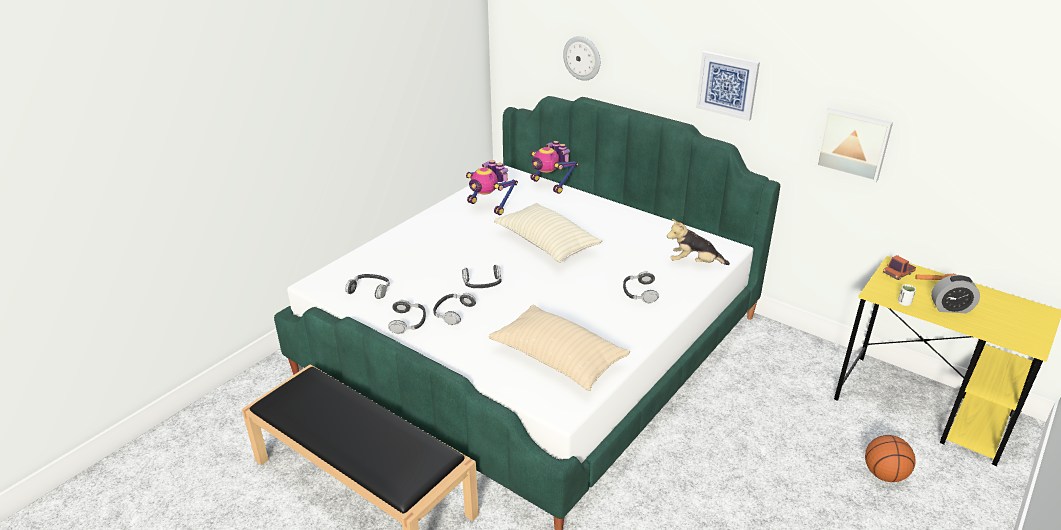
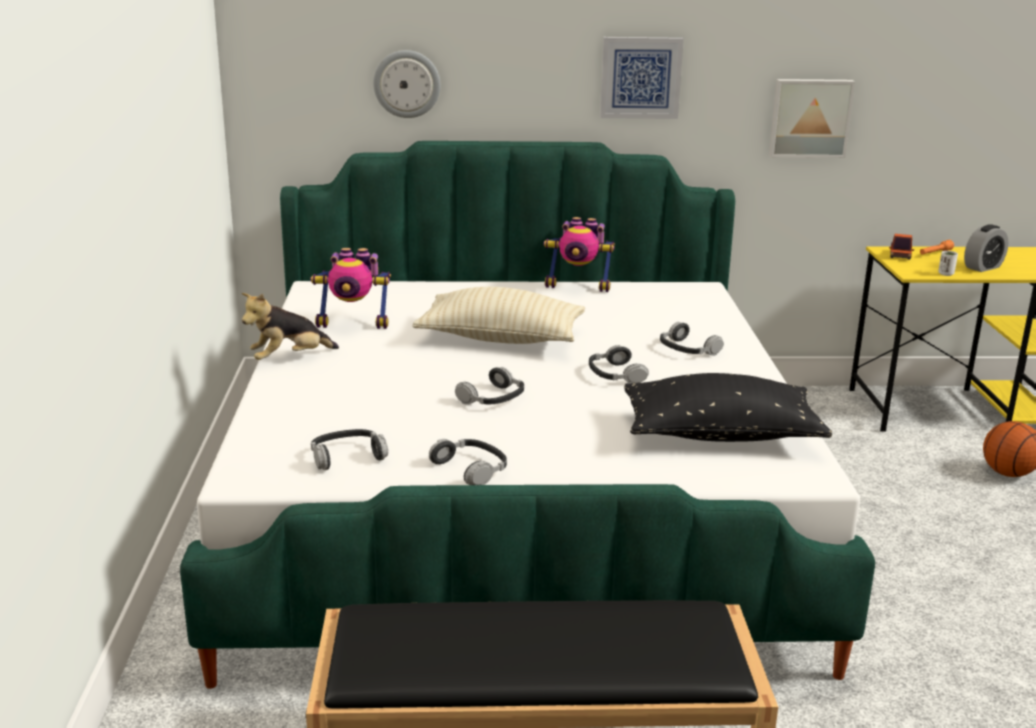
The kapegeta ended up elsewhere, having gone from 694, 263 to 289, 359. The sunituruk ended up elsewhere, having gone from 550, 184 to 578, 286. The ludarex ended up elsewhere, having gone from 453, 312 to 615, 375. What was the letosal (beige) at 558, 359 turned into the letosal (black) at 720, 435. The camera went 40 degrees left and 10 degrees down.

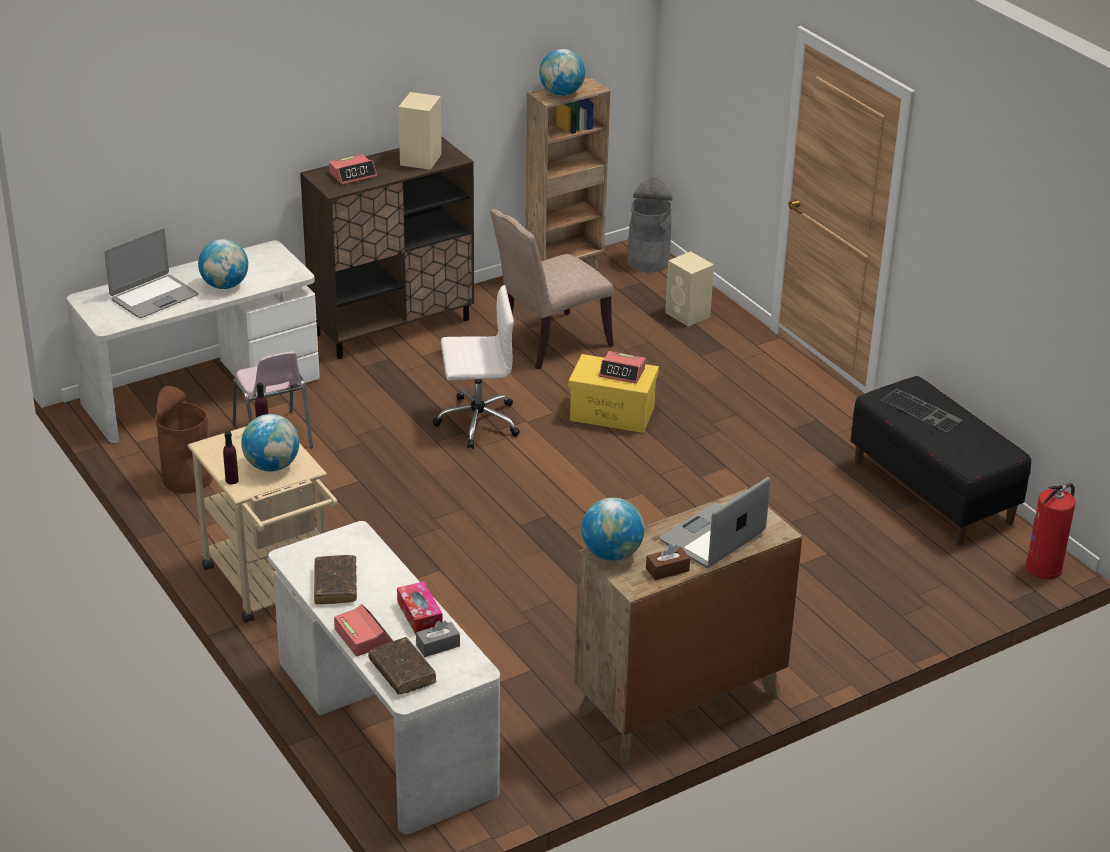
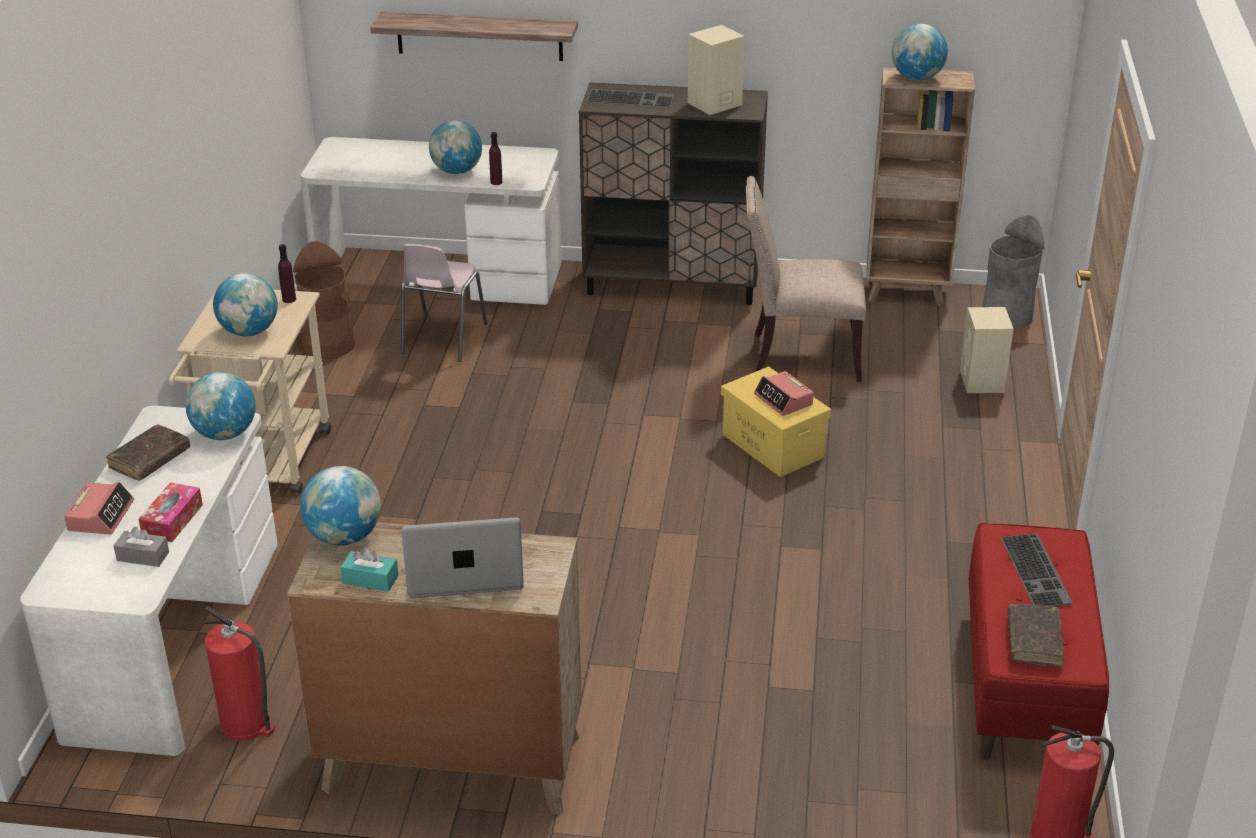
The second view gained the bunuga at 225, 434. The second view gained the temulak at 246, 724. What was the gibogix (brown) at 667, 570 turned into the gibogix (turquoise) at 370, 579. The second view gained the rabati at 479, 36. The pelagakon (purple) ended up elsewhere, having gone from 232, 480 to 496, 182. Where the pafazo stood at 353, 175, the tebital came to stand at 631, 98. What was the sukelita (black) at 933, 492 turned into the sukelita (red) at 1026, 683. The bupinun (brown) ended up elsewhere, having gone from 402, 672 to 1033, 641. The second view lost the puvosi at 154, 297. The second view lost the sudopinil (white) at 476, 422. The camera went 40 degrees right and 0 degrees up.

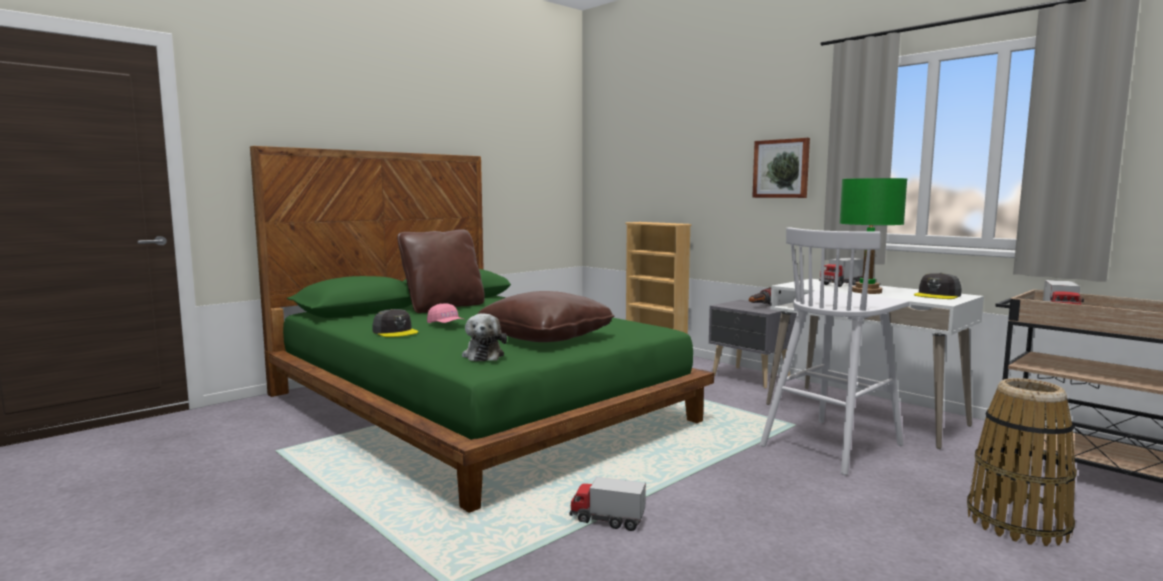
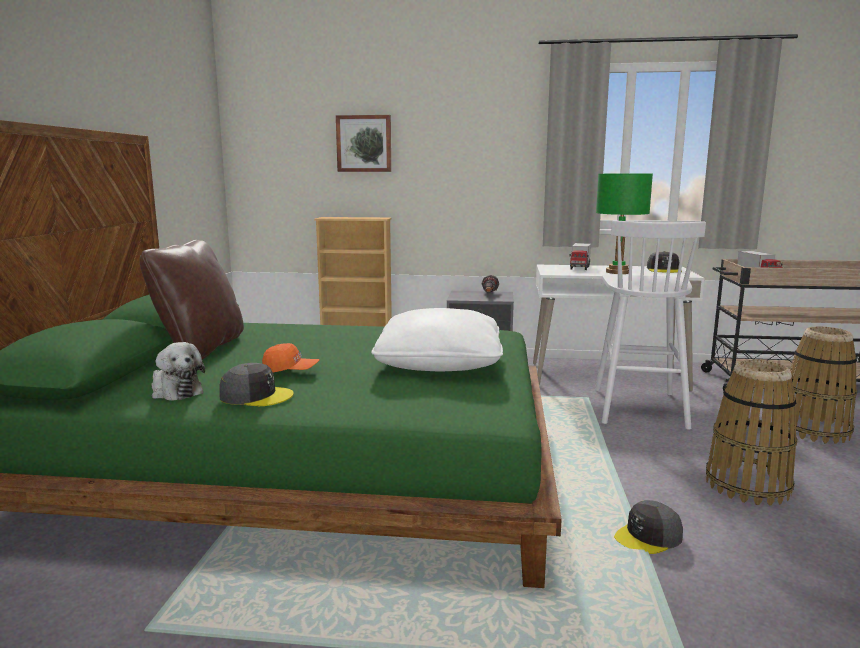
The kapegeta ended up elsewhere, having gone from 483, 355 to 175, 391. What was the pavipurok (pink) at 446, 324 turned into the pavipurok (orange) at 290, 371. The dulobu ended up elsewhere, having gone from 781, 168 to 364, 143. What was the letosal (brown) at 545, 337 turned into the letosal (white) at 440, 363. Where the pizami stood at 607, 520, the pavipurok (grey) came to stand at 648, 536. The second view gained the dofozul at 748, 485. The camera went 40 degrees left and 5 degrees up.

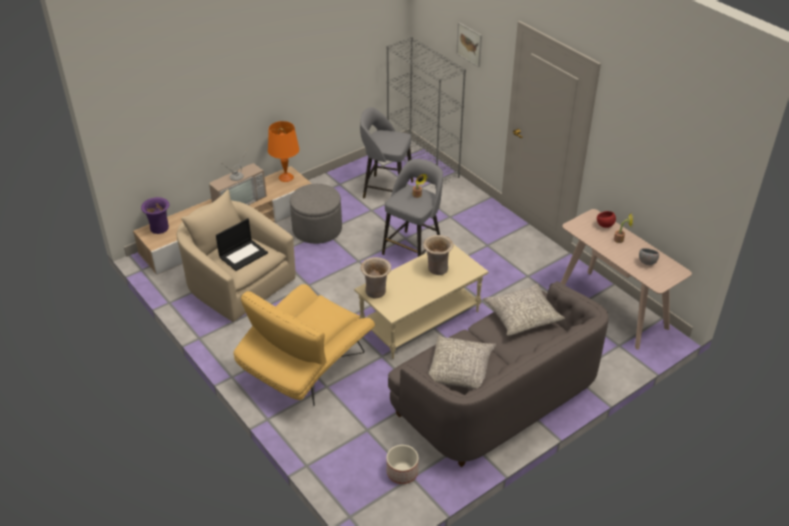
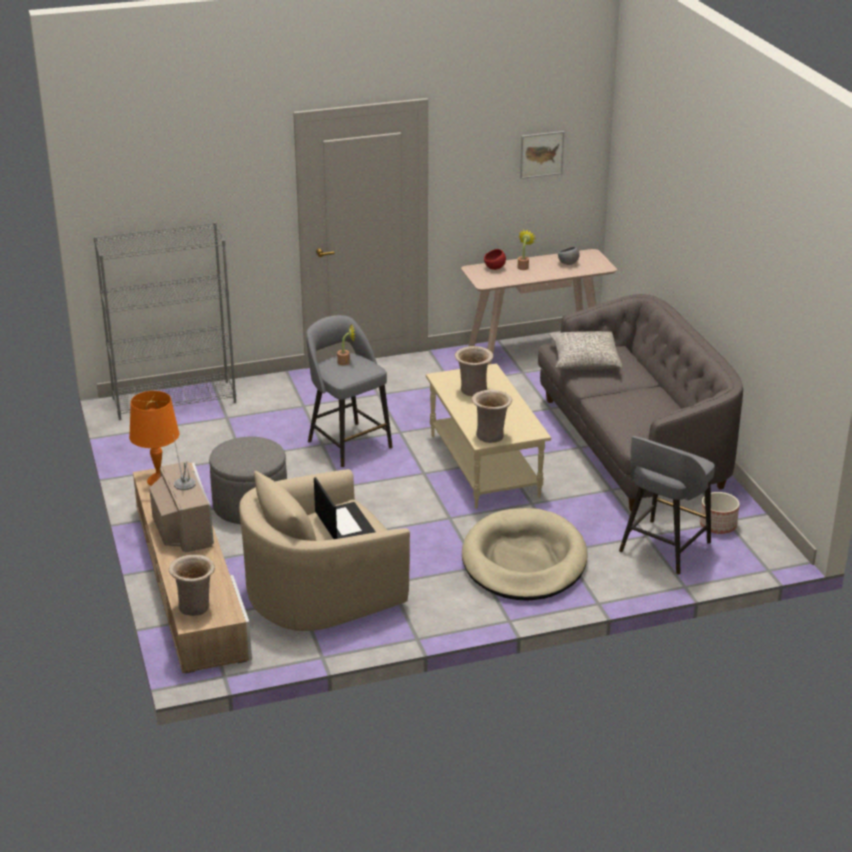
What was the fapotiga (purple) at 160, 229 turned into the fapotiga (beige) at 195, 606. Where the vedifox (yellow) stood at 305, 368, the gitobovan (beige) came to stand at 524, 561. The dulobu ended up elsewhere, having gone from 469, 44 to 541, 154. The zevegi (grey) ended up elsewhere, having gone from 386, 189 to 663, 548. The second view lost the letosal (grey) at 460, 370. The camera went 70 degrees left and 10 degrees down.

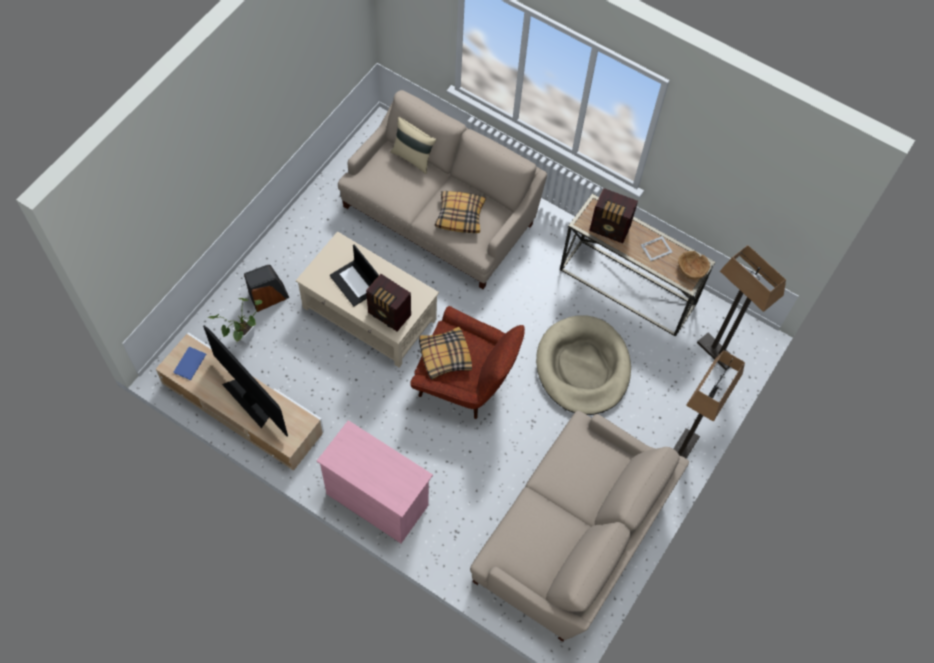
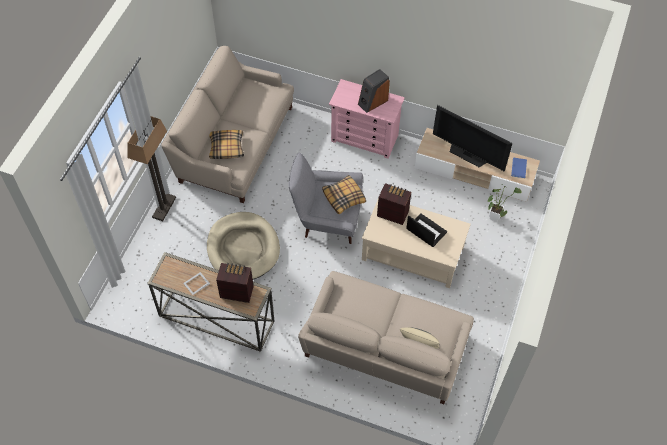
The letosal ended up elsewhere, having gone from 460, 215 to 226, 148. What was the vedifox (red) at 465, 383 turned into the vedifox (grey) at 327, 219. The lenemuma ended up elsewhere, having gone from 269, 297 to 372, 102. The second view lost the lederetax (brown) at 691, 269. The second view lost the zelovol at 716, 352. The camera went 170 degrees right and 5 degrees down.

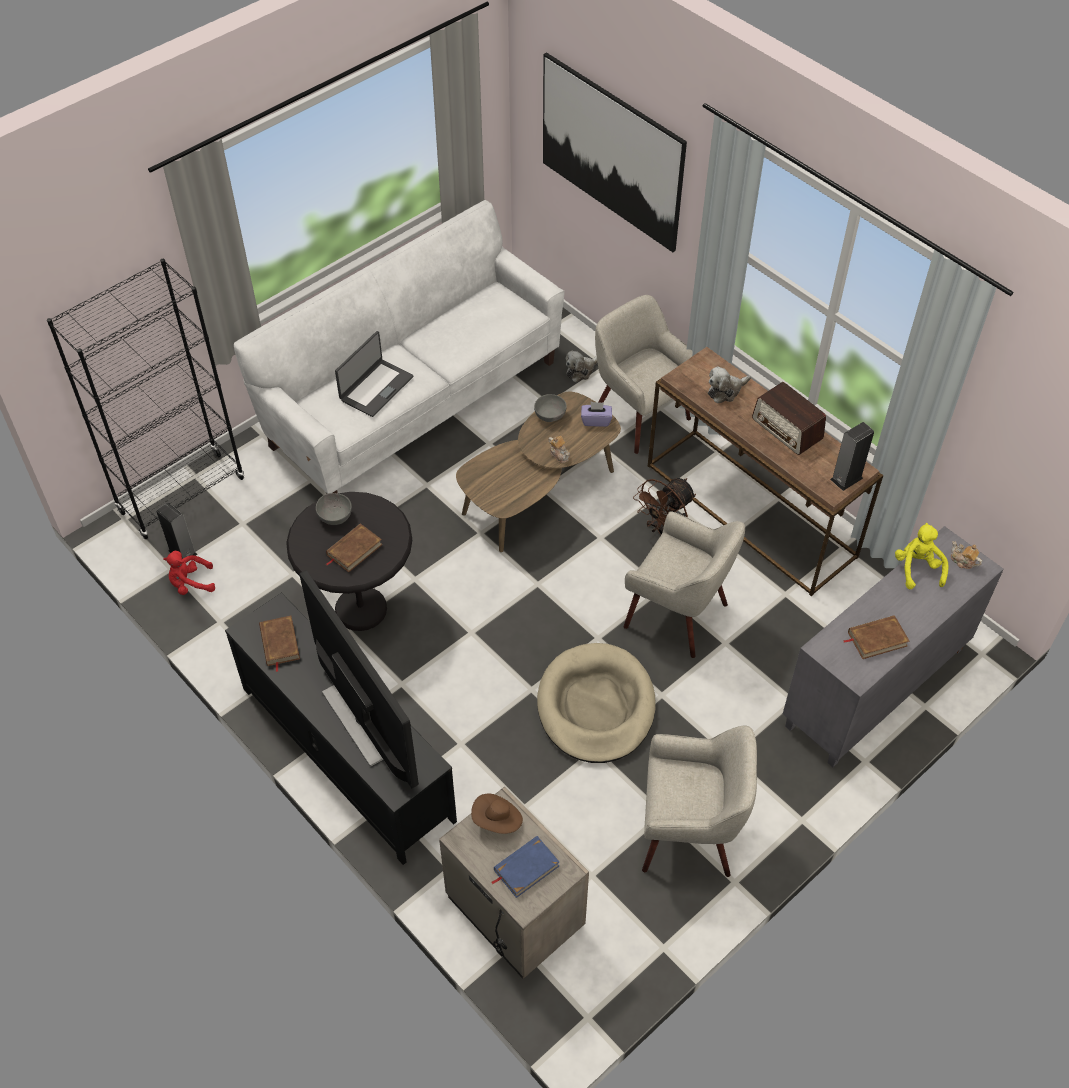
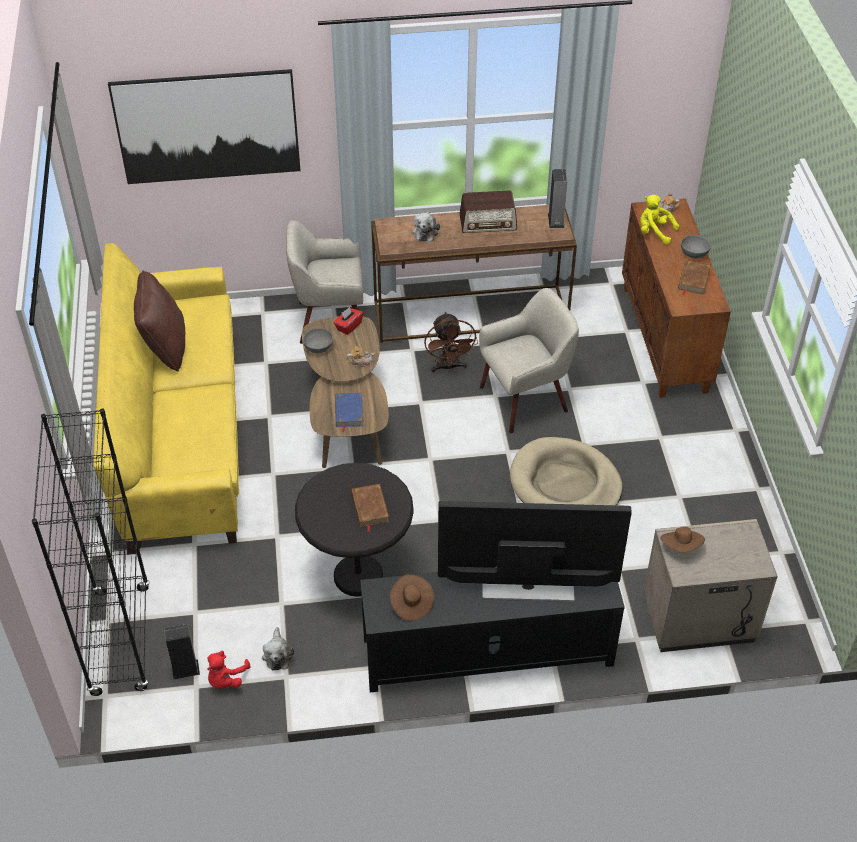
What was the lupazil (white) at 414, 403 turned into the lupazil (yellow) at 181, 439. The second view gained the letosal (brown) at 165, 347. The kapegeta ended up elsewhere, having gone from 581, 371 to 277, 654. What was the gibogix (purple) at 596, 420 turned into the gibogix (red) at 348, 326. The bupinun (blue) ended up elsewhere, having gone from 526, 868 to 348, 412. Where the bupinun (brown) stood at 279, 643, the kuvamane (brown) came to stand at 411, 604. What was the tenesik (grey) at 875, 689 turned into the tenesik (brown) at 665, 339. The lederetax (grey) ended up elsewhere, having gone from 335, 516 to 693, 253. The second view lost the puvosi at 375, 388. The second view lost the vedifox (beige) at 689, 833. The camera went 55 degrees left and 5 degrees down.

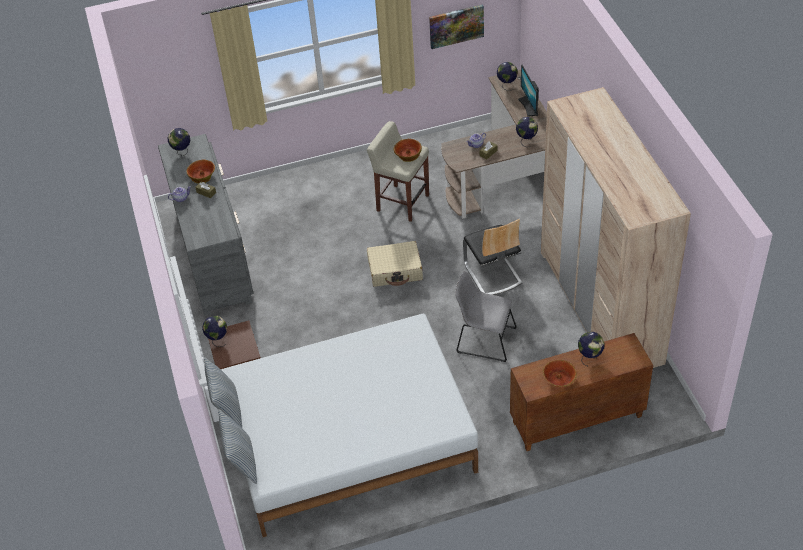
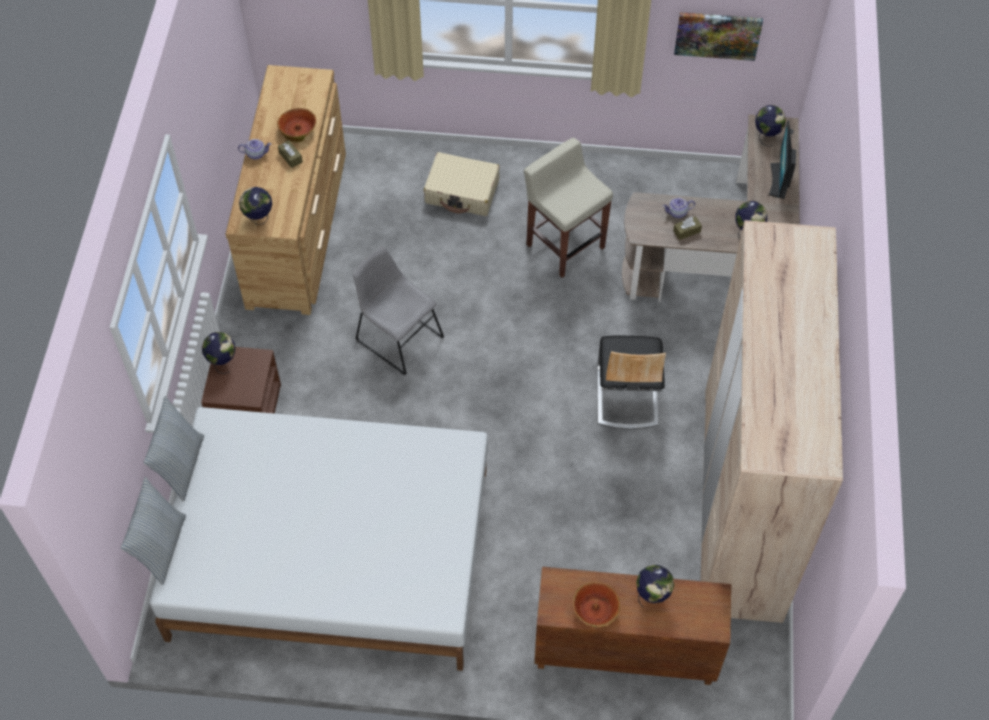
What was the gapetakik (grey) at 213, 254 turned into the gapetakik (brown) at 297, 227. The bunuga ended up elsewhere, having gone from 182, 152 to 259, 219. The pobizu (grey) ended up elsewhere, having gone from 483, 339 to 397, 336. The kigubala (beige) ended up elsewhere, having gone from 395, 270 to 462, 192. The second view lost the lederetax at 408, 154. The camera went 20 degrees right and 10 degrees up.

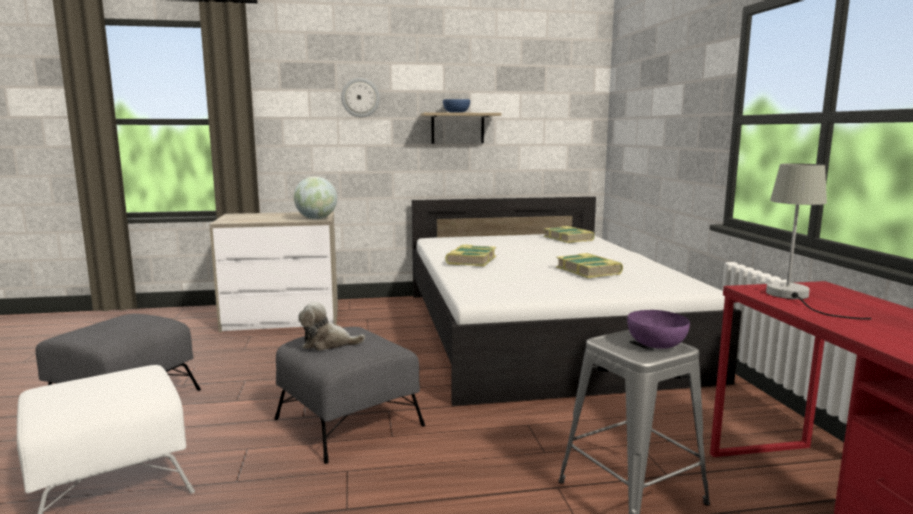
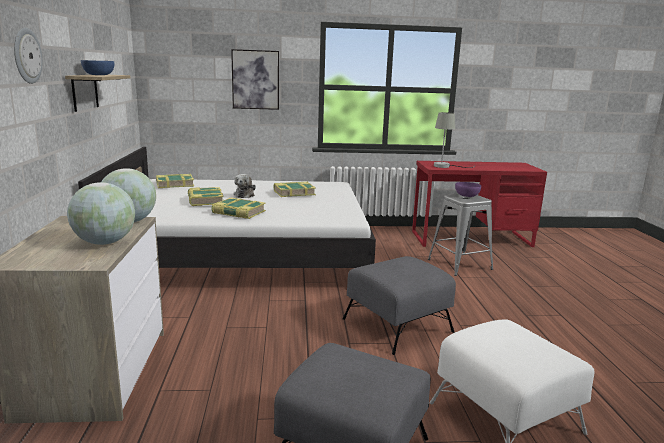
The second view gained the bunuga at 104, 242. The second view gained the bupinun at 205, 200. The second view gained the dulobu at 255, 79. The kapegeta ended up elsewhere, having gone from 328, 344 to 245, 195. The camera went 85 degrees left and 5 degrees up.

